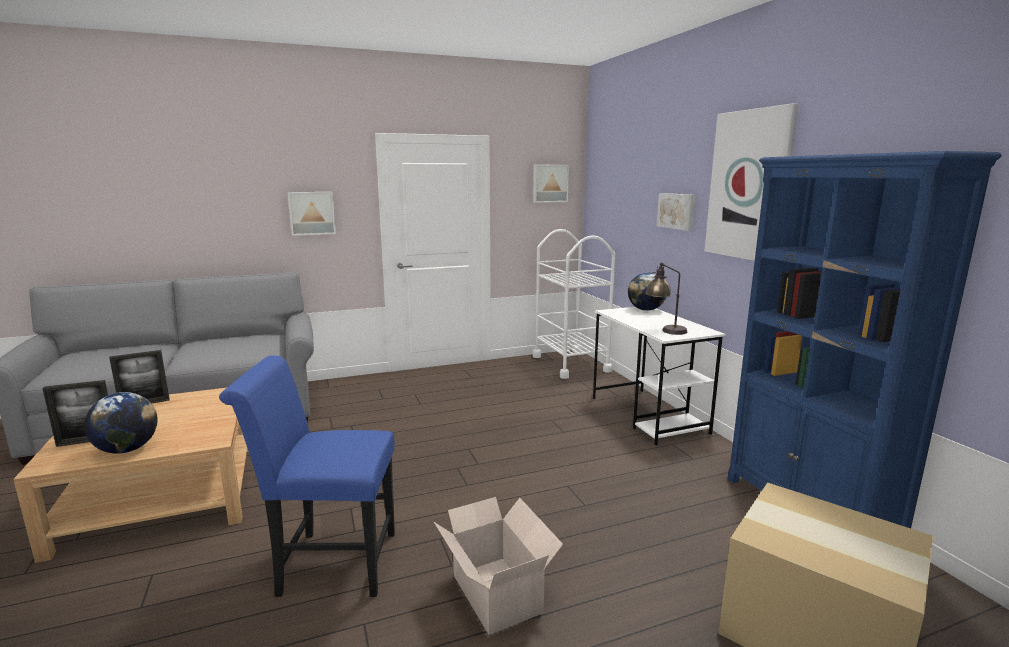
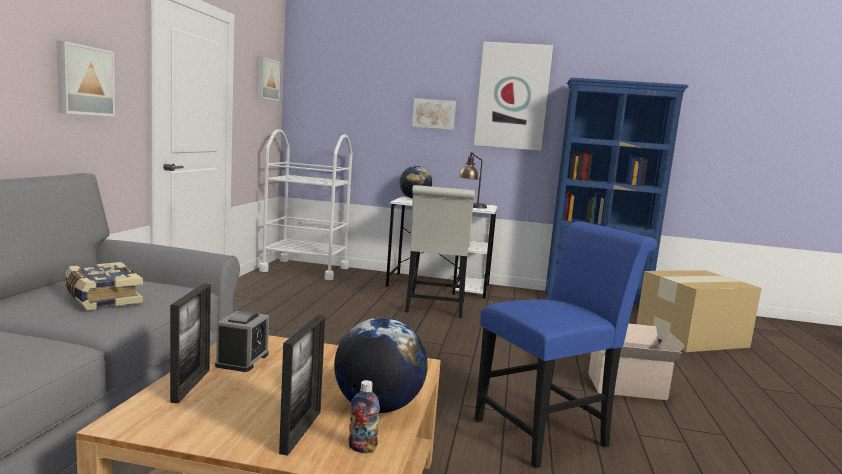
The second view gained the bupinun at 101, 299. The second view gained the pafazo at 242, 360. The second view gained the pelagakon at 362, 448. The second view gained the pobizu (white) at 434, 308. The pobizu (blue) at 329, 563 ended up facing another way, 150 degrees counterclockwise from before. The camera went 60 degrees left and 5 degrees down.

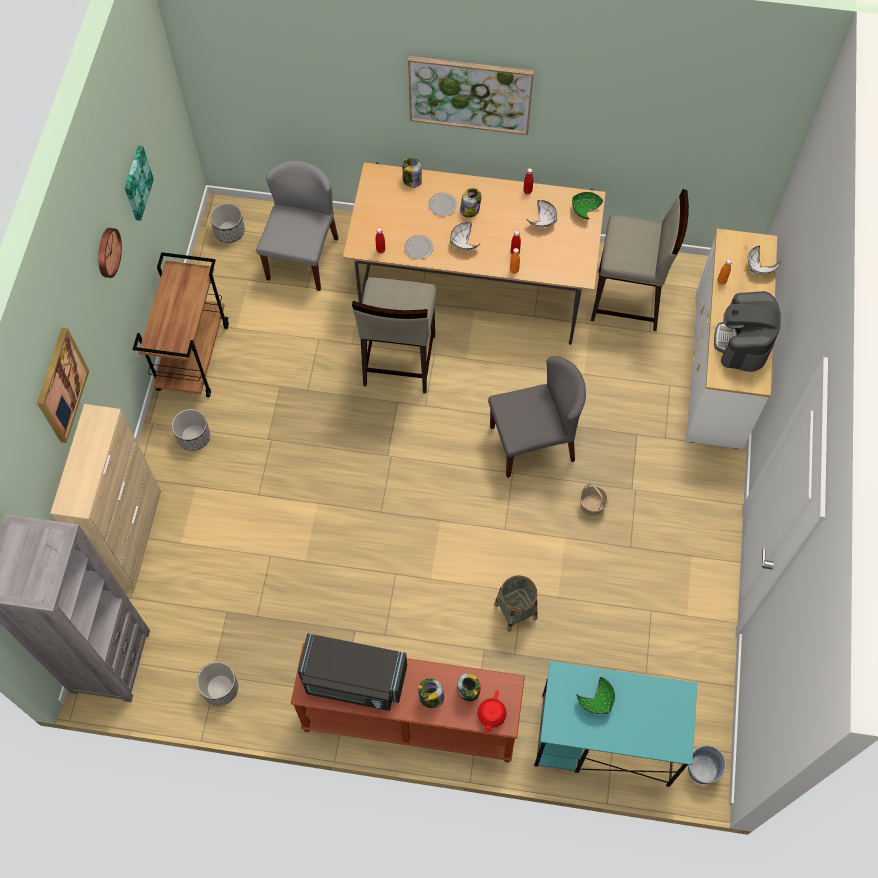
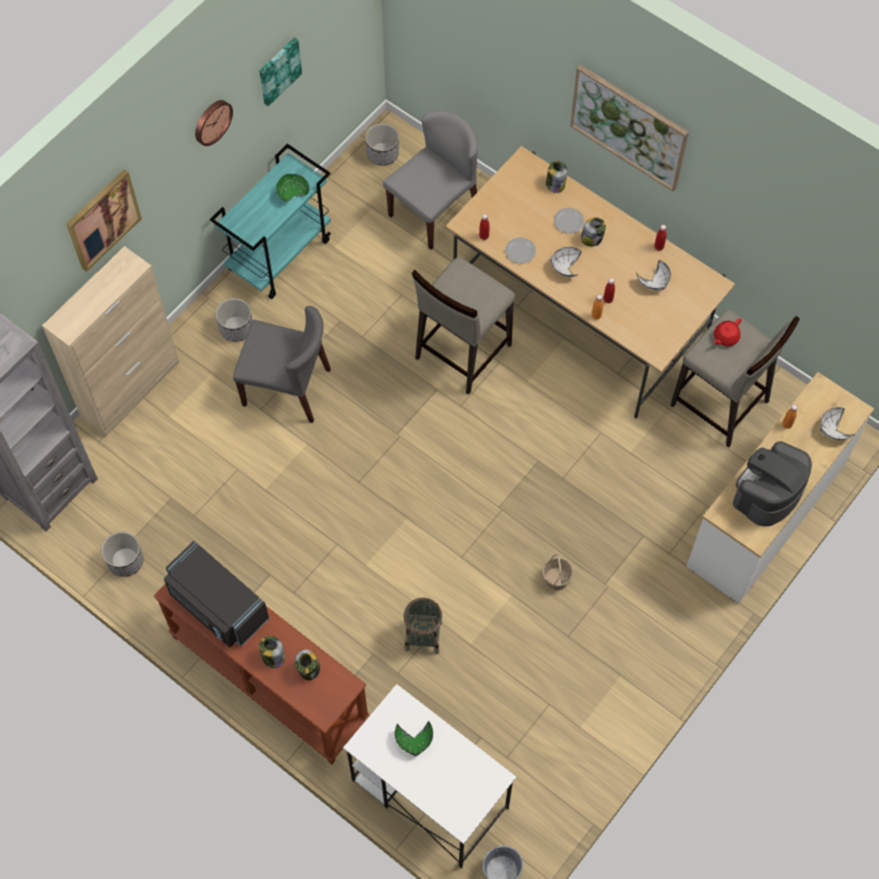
What was the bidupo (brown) at 193, 356 turned into the bidupo (turquoise) at 280, 254. The pobizu (grey) ended up elsewhere, having gone from 532, 442 to 287, 387. The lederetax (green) ended up elsewhere, having gone from 583, 211 to 291, 193. What was the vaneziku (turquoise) at 603, 740 turned into the vaneziku (white) at 428, 793. The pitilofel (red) ended up elsewhere, having gone from 491, 715 to 725, 337. The camera went 30 degrees right and 0 degrees up.

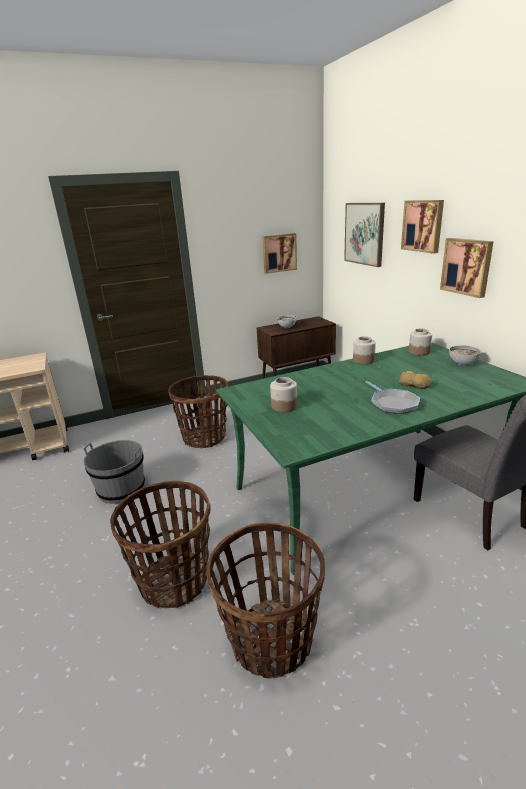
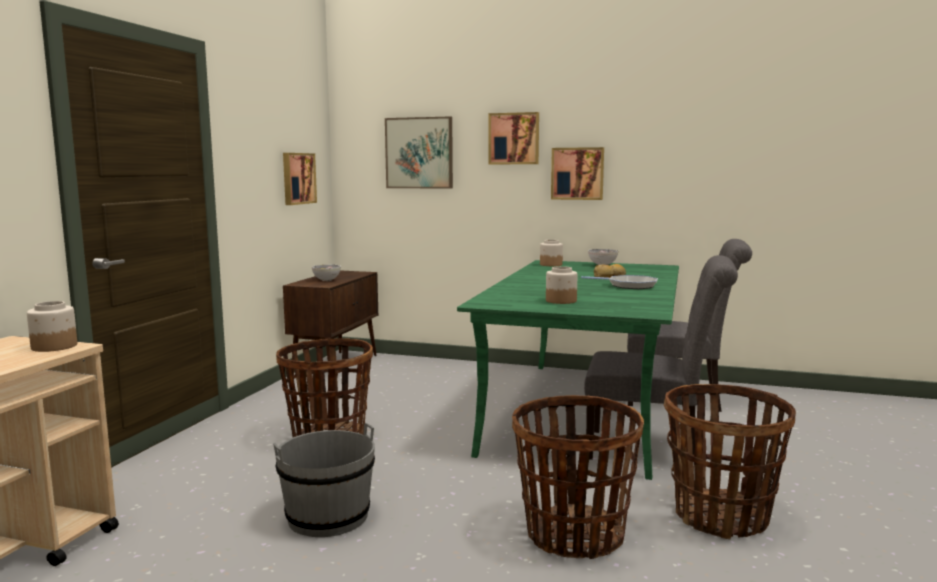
The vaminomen ended up elsewhere, having gone from 363, 360 to 53, 347. The second view gained the pobizu (grey) at 652, 450. The camera went 50 degrees left and 15 degrees down.

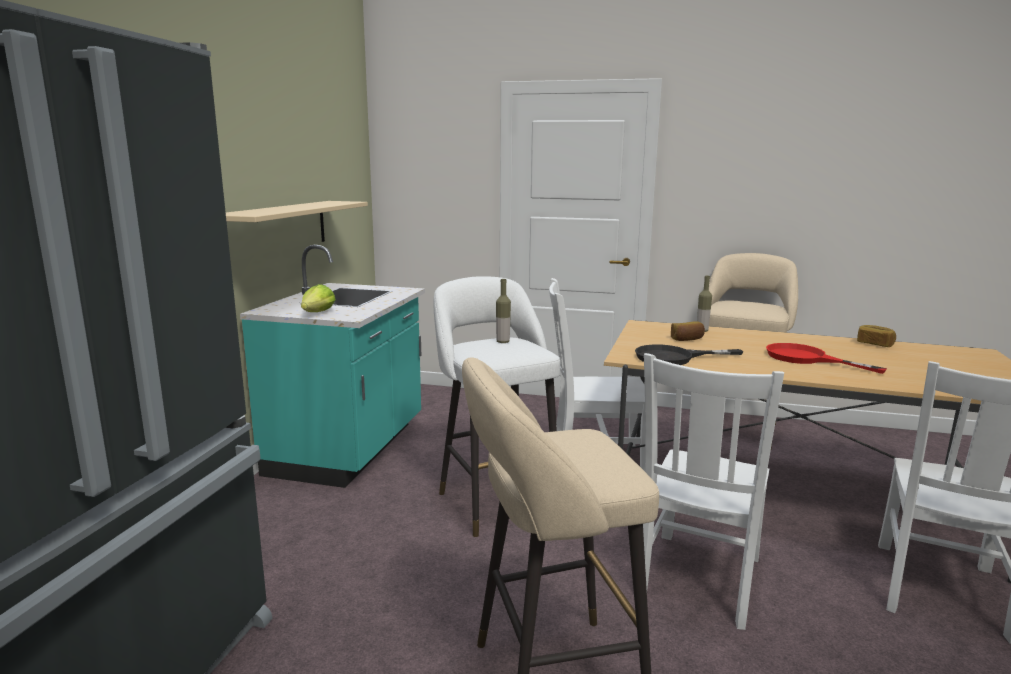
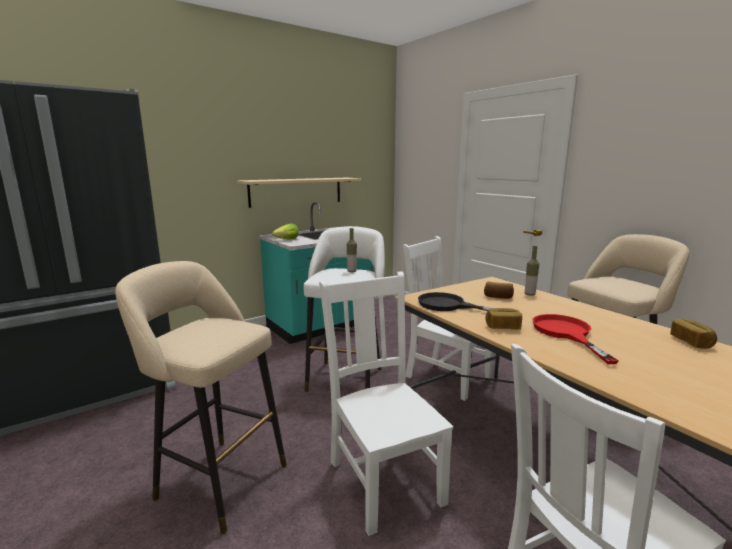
The pobizu (white) at 697, 580 ended up facing another way, 90 degrees clockwise from before. The second view gained the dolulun at 503, 327. The camera went 40 degrees right and 0 degrees up.

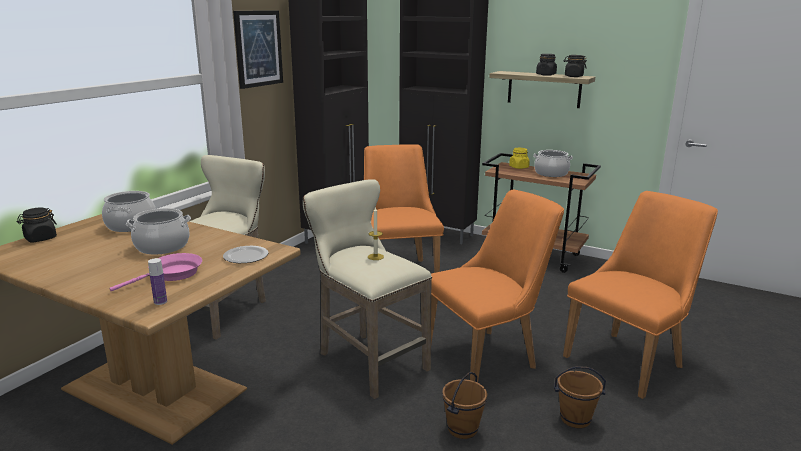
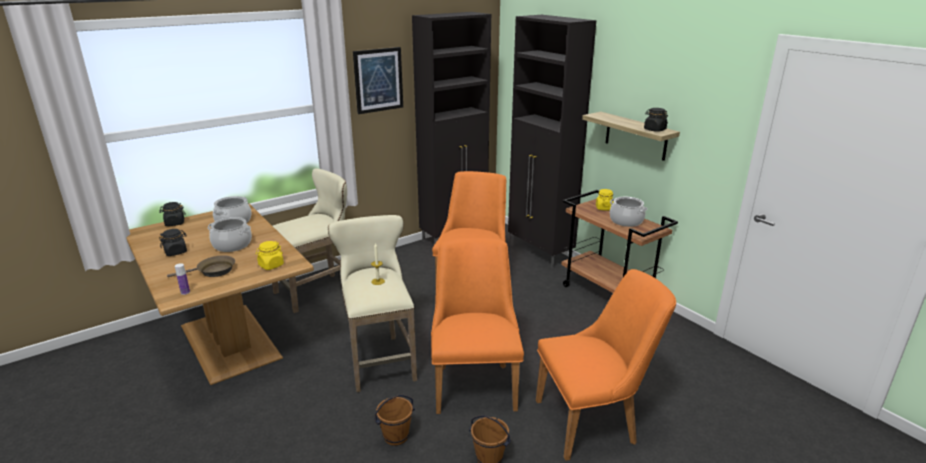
The vaminomen (black) ended up elsewhere, having gone from 546, 75 to 176, 252. What was the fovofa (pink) at 172, 274 turned into the fovofa (brown) at 213, 271. Where the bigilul stood at 246, 256, the vaminomen (yellow) came to stand at 271, 265. The pobizu (orange) at 489, 355 ended up facing another way, 90 degrees counterclockwise from before. The camera went 25 degrees right and 5 degrees up.

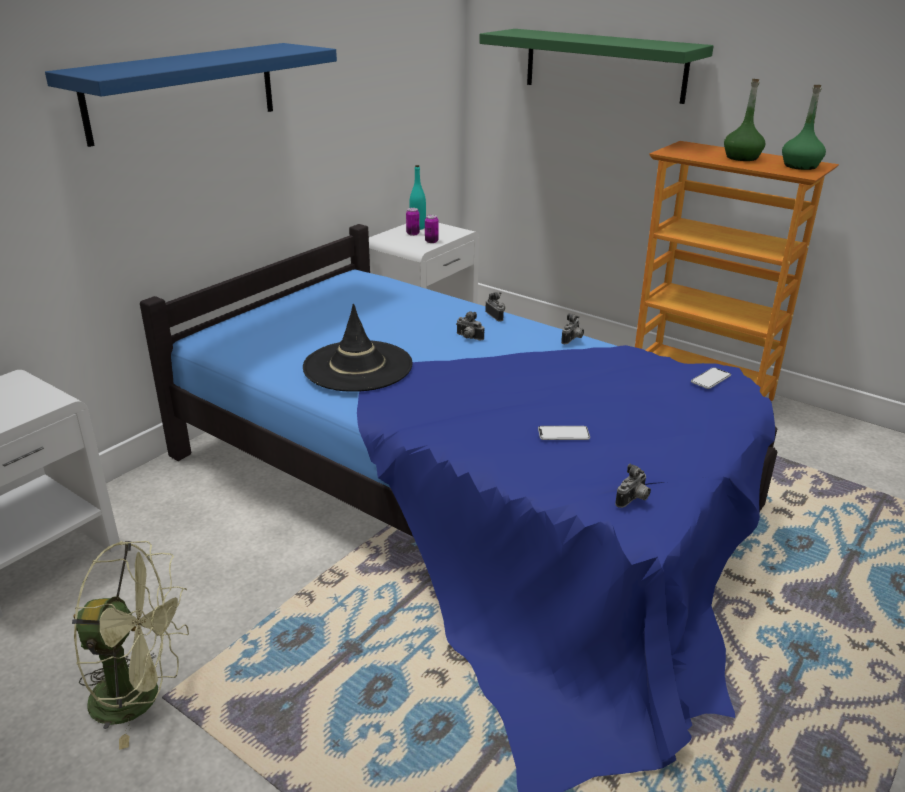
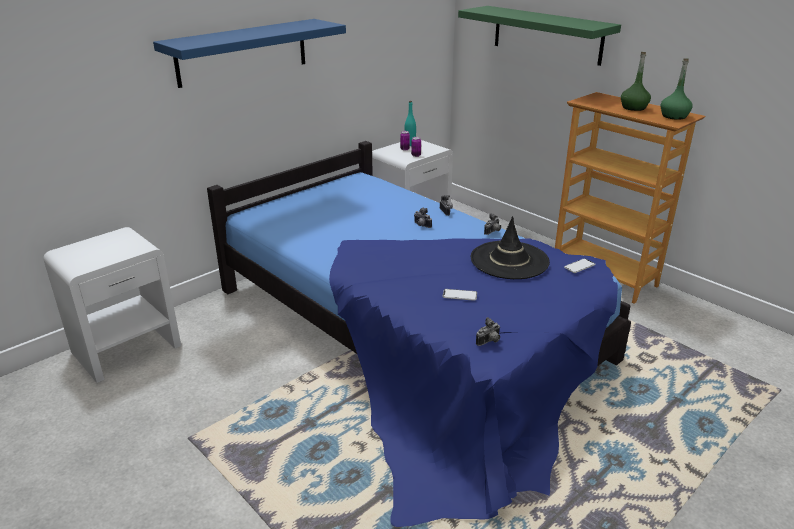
The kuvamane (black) ended up elsewhere, having gone from 357, 366 to 509, 260. The second view lost the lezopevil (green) at 141, 696. The camera went 10 degrees right and 0 degrees up.

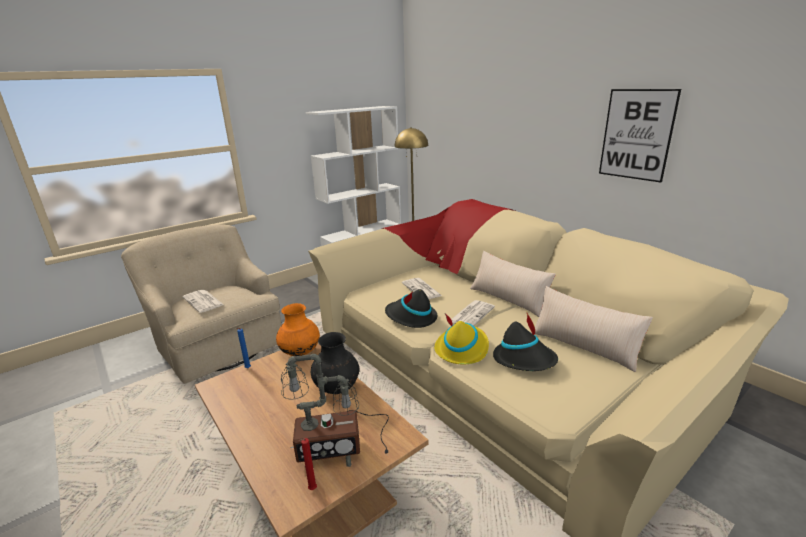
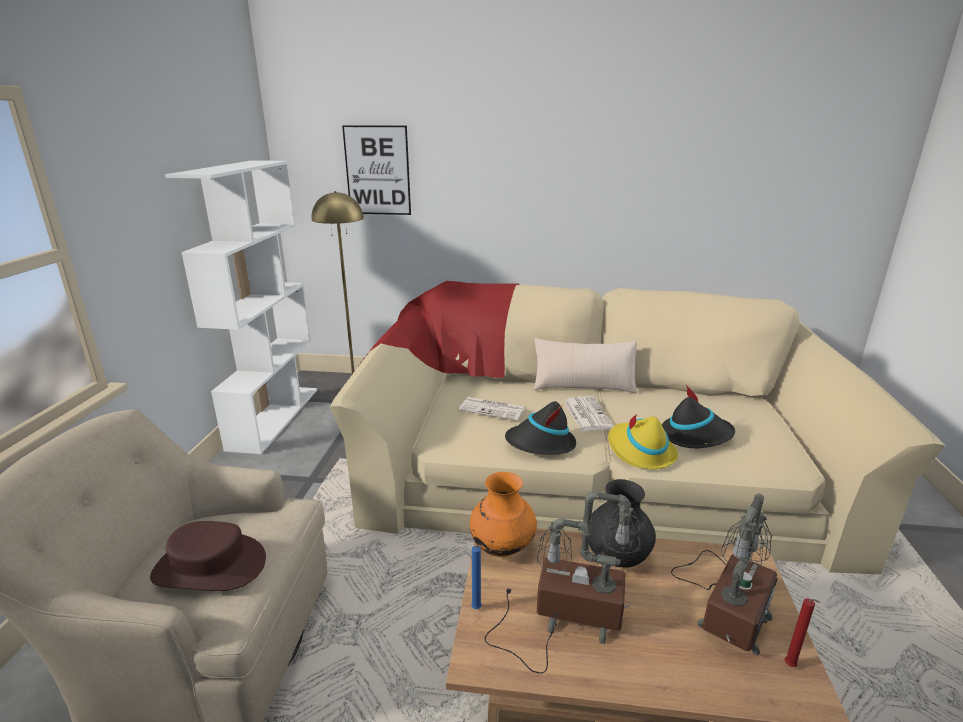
Where the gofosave stood at 203, 301, the kuvamane (brown) came to stand at 210, 566. The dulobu ended up elsewhere, having gone from 636, 135 to 377, 171. The second view gained the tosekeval at 565, 619. The second view lost the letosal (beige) at 584, 346. The camera went 45 degrees left and 0 degrees up.

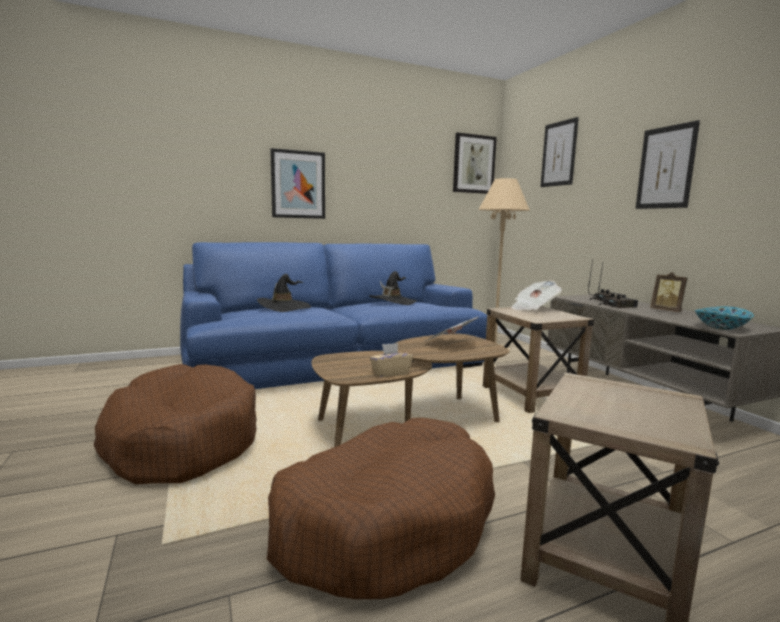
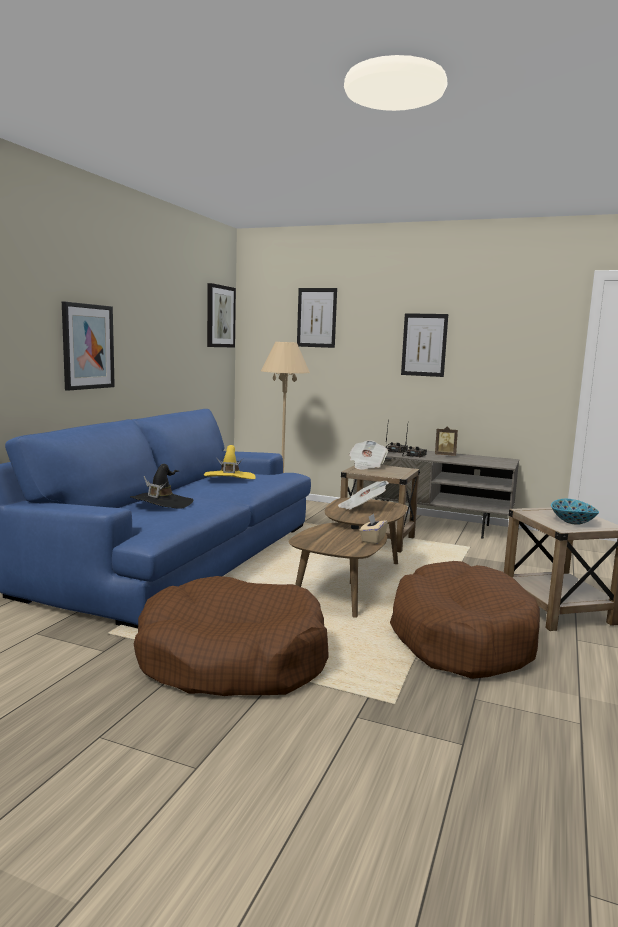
What was the kuvamane (black) at 392, 302 turned into the kuvamane (yellow) at 229, 478. The lederetax ended up elsewhere, having gone from 721, 328 to 573, 521. The camera went 45 degrees left and 0 degrees up.

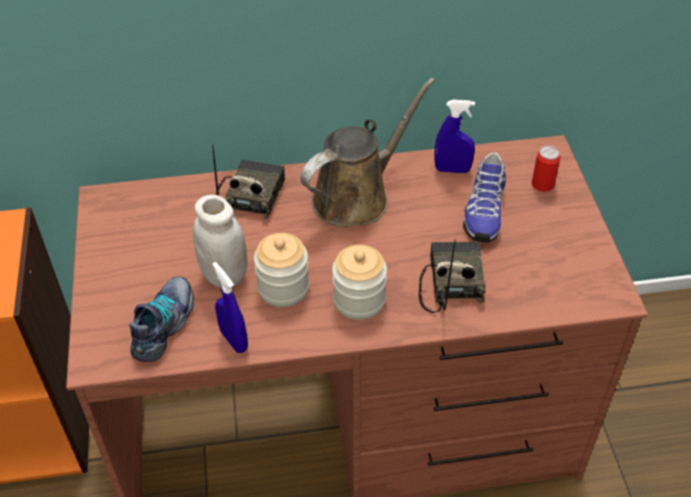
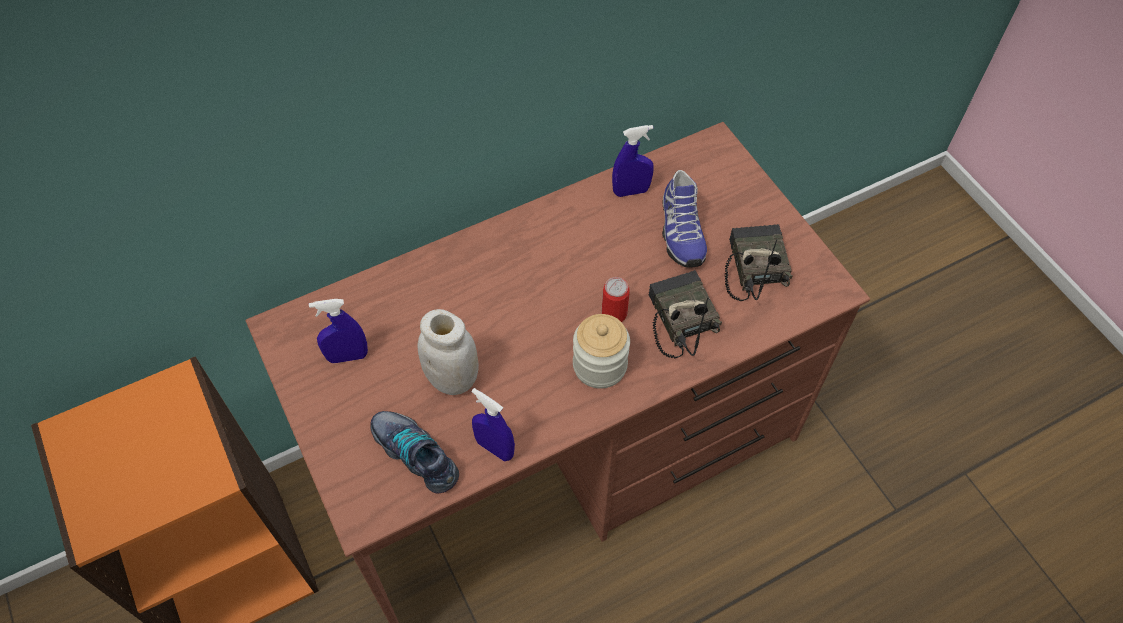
The second view gained the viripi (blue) at 347, 356. The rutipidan at 165, 325 ended up facing another way, 45 degrees counterclockwise from before. The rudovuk ended up elsewhere, having gone from 542, 184 to 614, 313. The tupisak ended up elsewhere, having gone from 249, 197 to 753, 266. The second view lost the vaminomen at 283, 288. The second view lost the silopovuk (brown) at 356, 196. The camera went 20 degrees left and 10 degrees up.

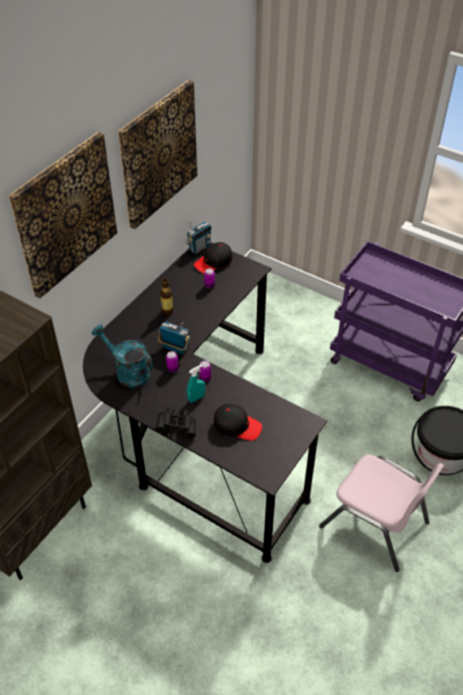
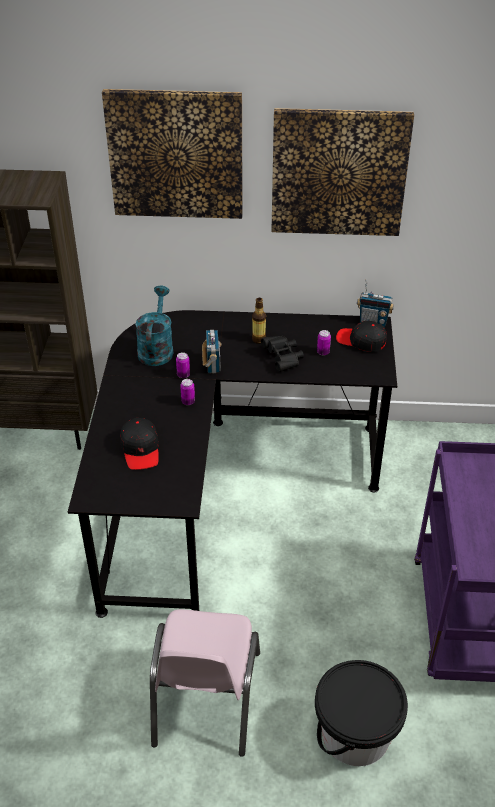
The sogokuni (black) ended up elsewhere, having gone from 177, 427 to 283, 359. The second view lost the viripi (turquoise) at 196, 398. The camera went 60 degrees right and 5 degrees down.

